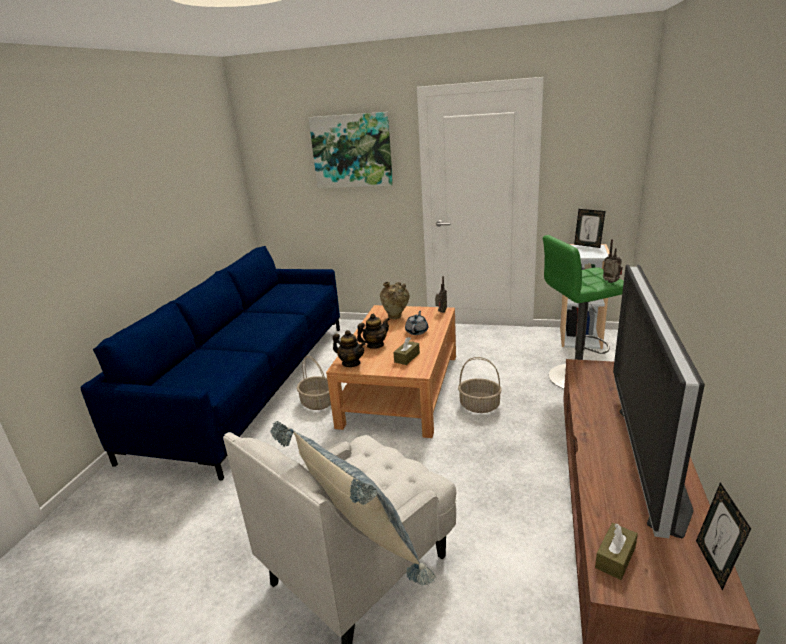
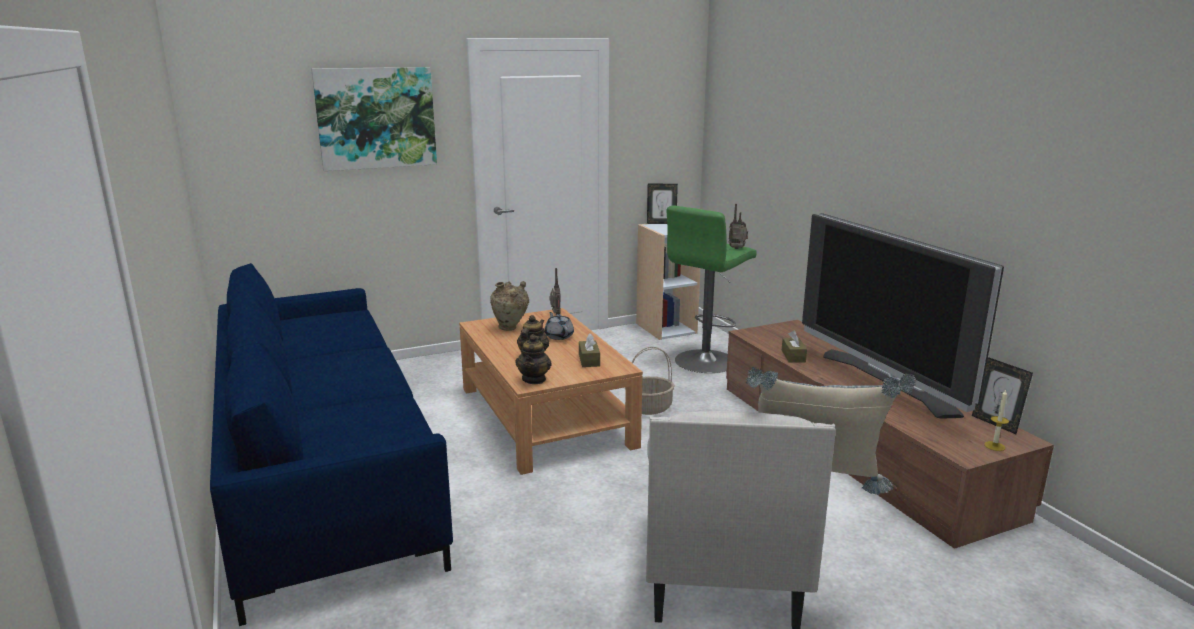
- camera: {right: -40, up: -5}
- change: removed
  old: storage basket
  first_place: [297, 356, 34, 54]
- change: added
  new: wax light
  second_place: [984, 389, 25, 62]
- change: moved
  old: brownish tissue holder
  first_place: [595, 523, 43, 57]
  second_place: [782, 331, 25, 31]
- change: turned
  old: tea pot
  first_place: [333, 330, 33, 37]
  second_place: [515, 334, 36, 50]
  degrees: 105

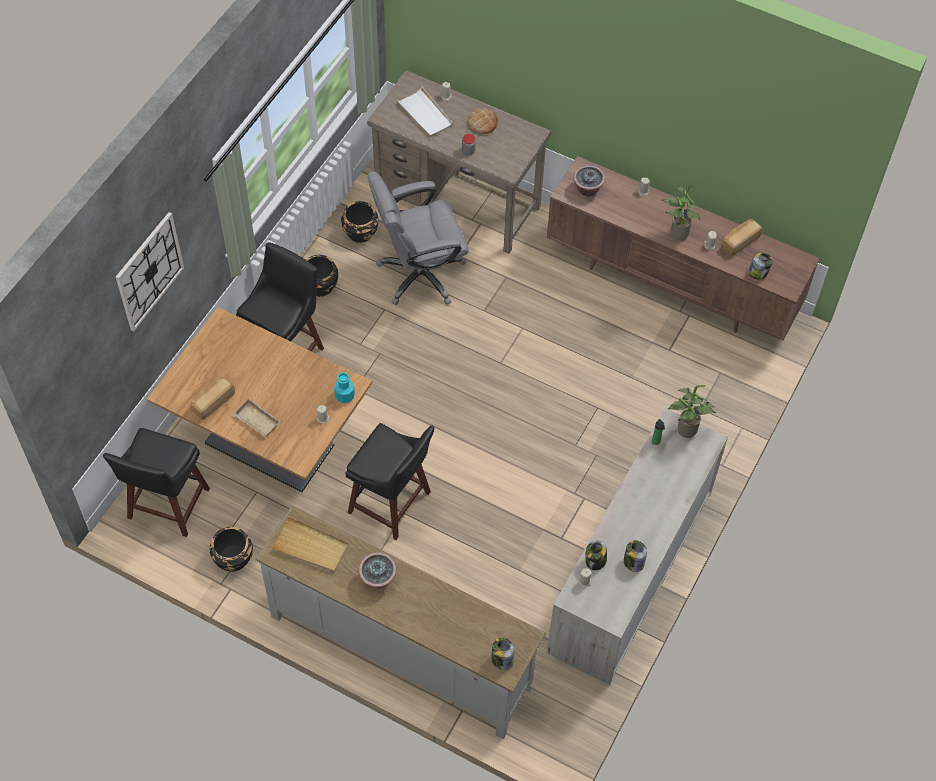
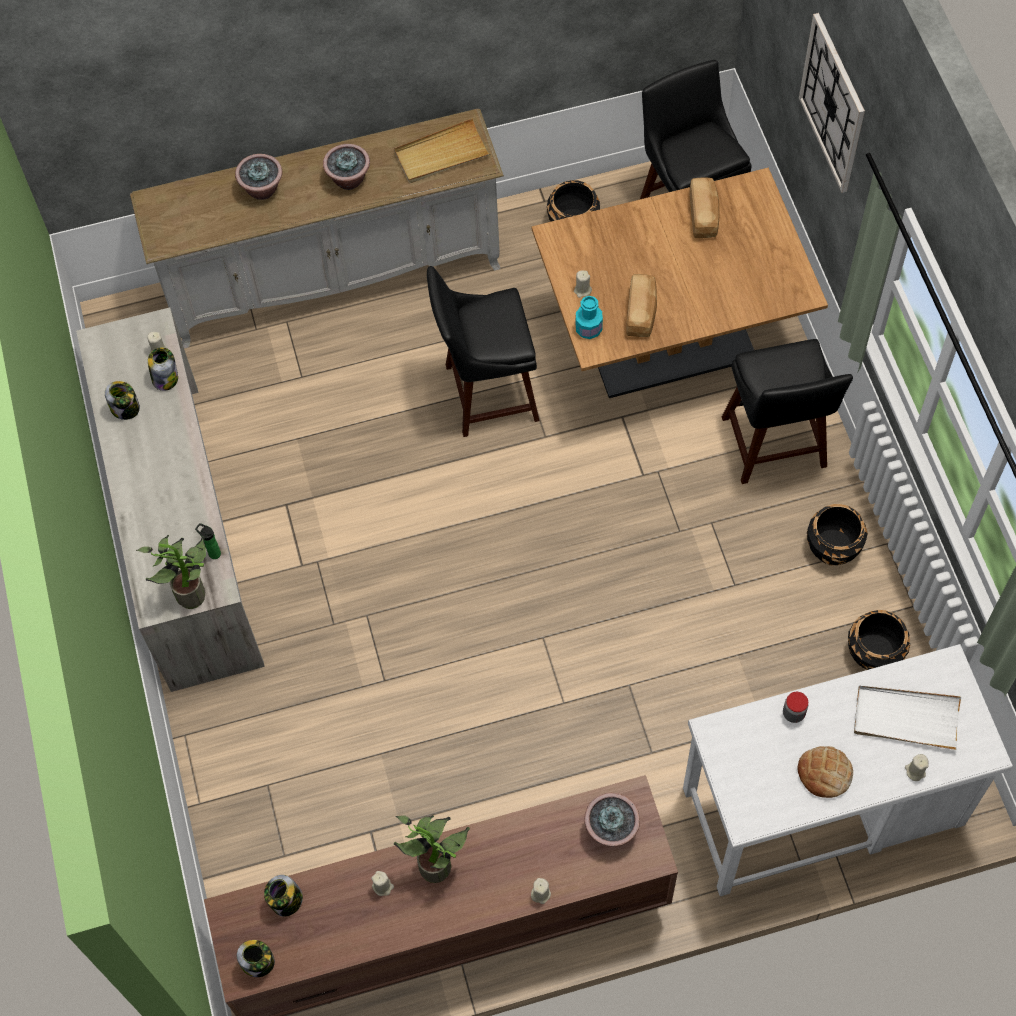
- camera: {right: 140, up: 5}
- change: removed
  old: beige serving tray
  first_place: [233, 399, 47, 38]
- change: removed
  old: grey computer chair
  first_place: [367, 172, 102, 133]
- change: added
  new: plant in a pot
  second_place: [235, 154, 47, 46]
- change: moved
  old: jar
  first_place: [491, 638, 23, 32]
  second_place: [237, 940, 38, 37]
- change: moved
  old: baked bread
  first_place: [721, 219, 42, 38]
  second_place: [626, 274, 31, 63]
- change: recoloured
  old: brownish desk unit
  new: whitish desk unit
  first_place: [367, 70, 184, 184]
  second_place: [683, 644, 330, 252]

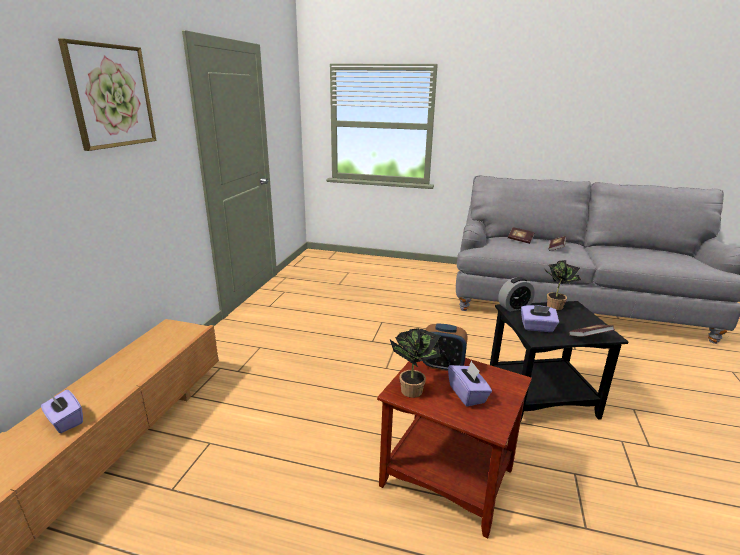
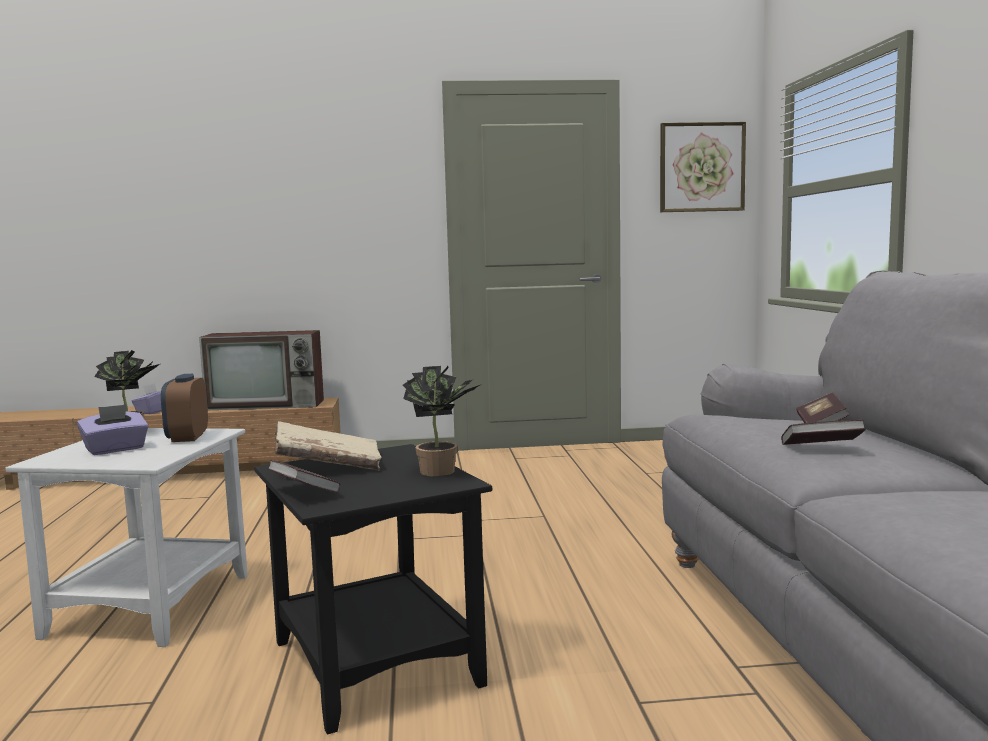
- camera: {right: 70, up: -15}
- change: removed
  old: bedside clock
  first_place: [498, 277, 37, 35]
- change: added
  new: television
  second_place: [199, 330, 125, 80]
- change: moved
  old: wall picture
  first_place: [58, 38, 99, 113]
  second_place: [660, 122, 86, 90]
- change: replaced
  old: purplish tissue holder
  new: beige volume
  first_place: [521, 305, 38, 27]
  second_place: [274, 421, 108, 50]
- change: recoloured
  old: brownish accent table
  new: whitish accent table
  first_place: [377, 358, 155, 180]
  second_place: [5, 428, 243, 219]

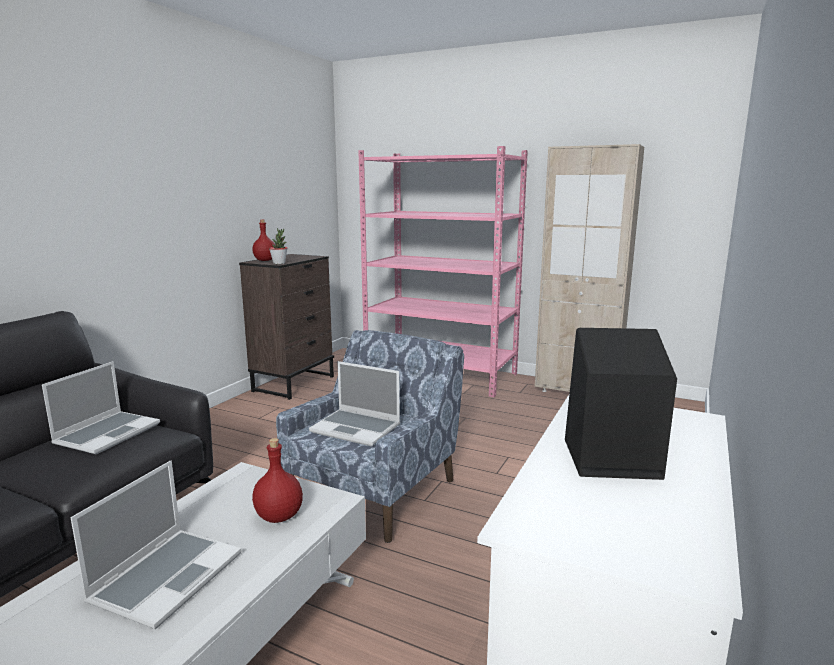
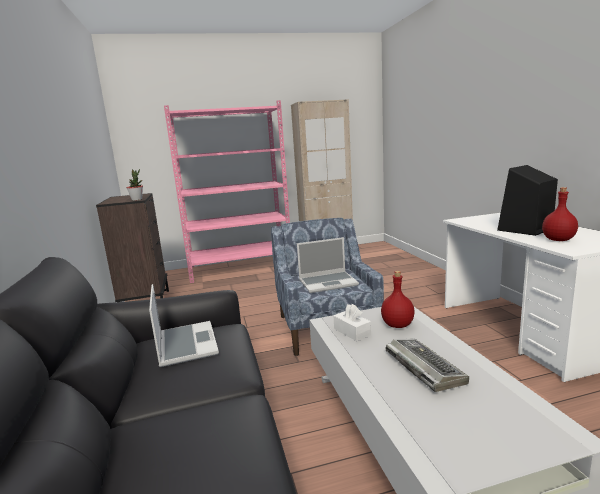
- camera: {right: -40, up: 0}
- change: added
  new: whitish tissue holder
  second_place: [334, 304, 37, 37]
- change: moved
  old: reddish drink bottle
  first_place: [252, 219, 23, 42]
  second_place: [542, 187, 36, 54]
- change: replaced
  old: notebook computer
  new: keyboard
  first_place: [70, 460, 172, 169]
  second_place: [386, 339, 83, 53]

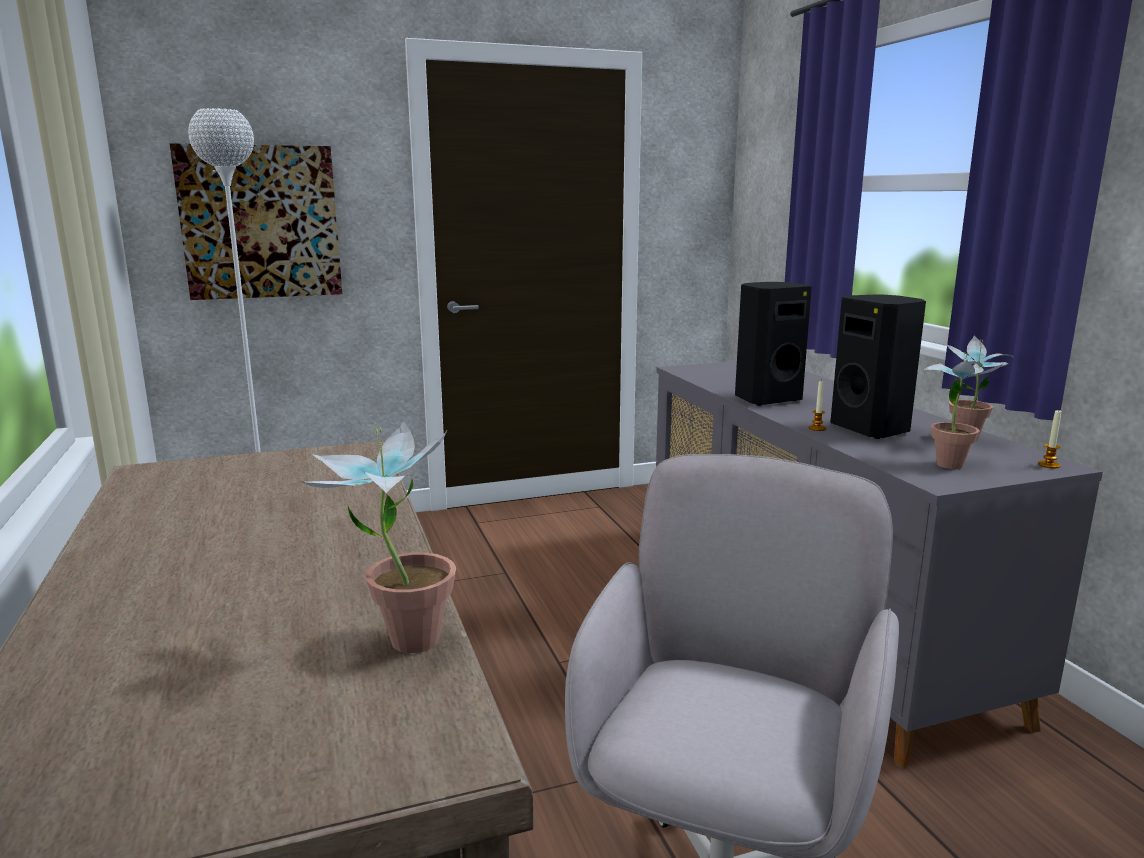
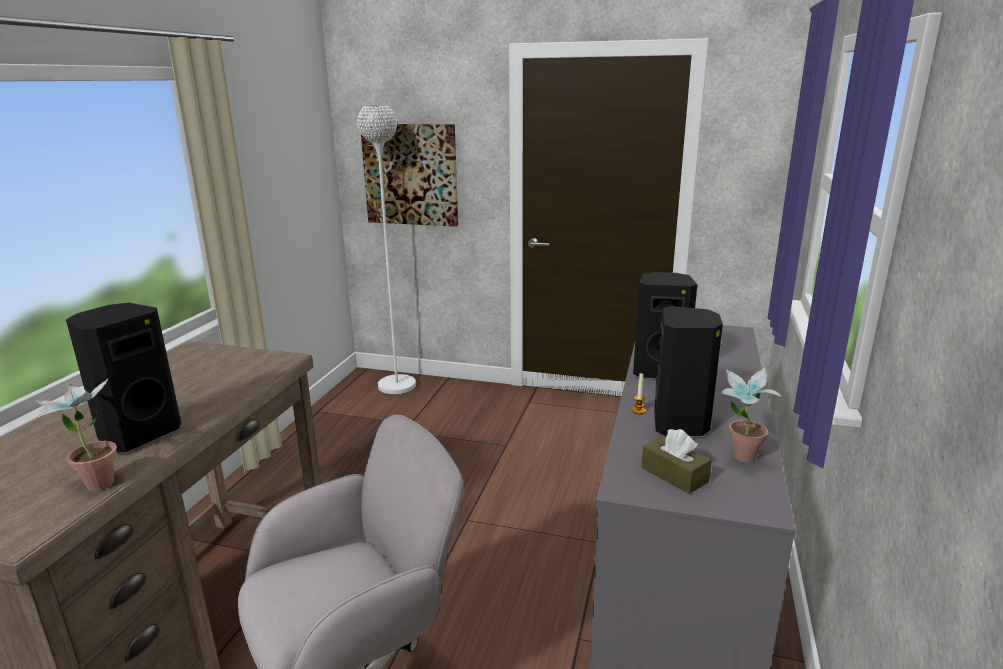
- camera: {right: 35, up: 5}
- change: removed
  old: wax light
  first_place: [1038, 409, 24, 59]
- change: added
  new: black-coloured audio speaker
  second_place: [66, 303, 115, 150]
- change: replaced
  old: plant in a pot
  new: brownish tissue holder
  first_place: [924, 352, 81, 117]
  second_place: [641, 429, 71, 65]

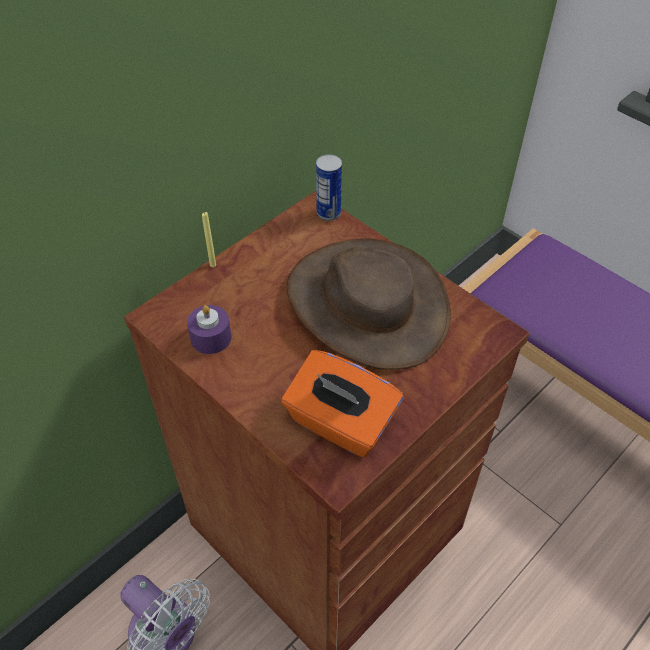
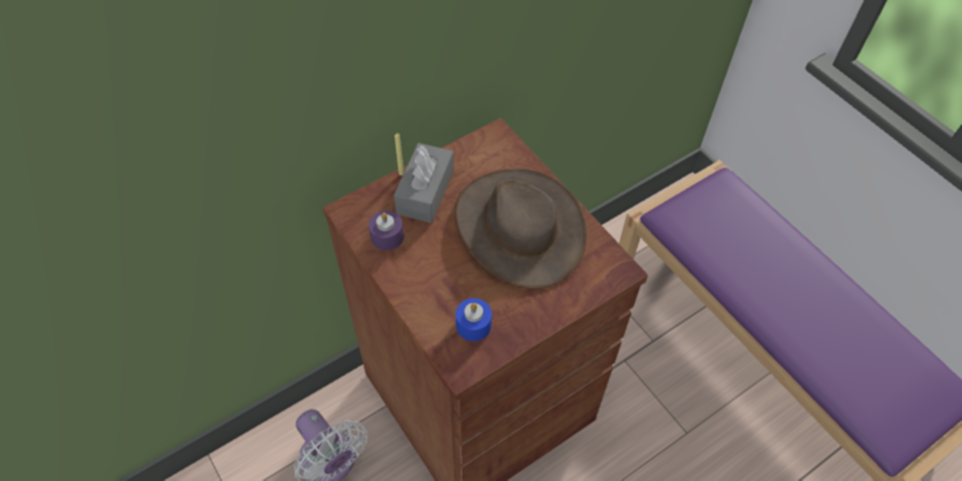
- camera: {right: 10, up: 5}
- change: removed
  old: metal can
  first_place: [316, 154, 26, 67]
- change: added
  new: grey tissue holder
  second_place: [394, 143, 60, 80]
- change: replaced
  old: orangey tissue holder
  new: bluish wax light
  first_place: [281, 350, 122, 108]
  second_place: [456, 298, 36, 43]

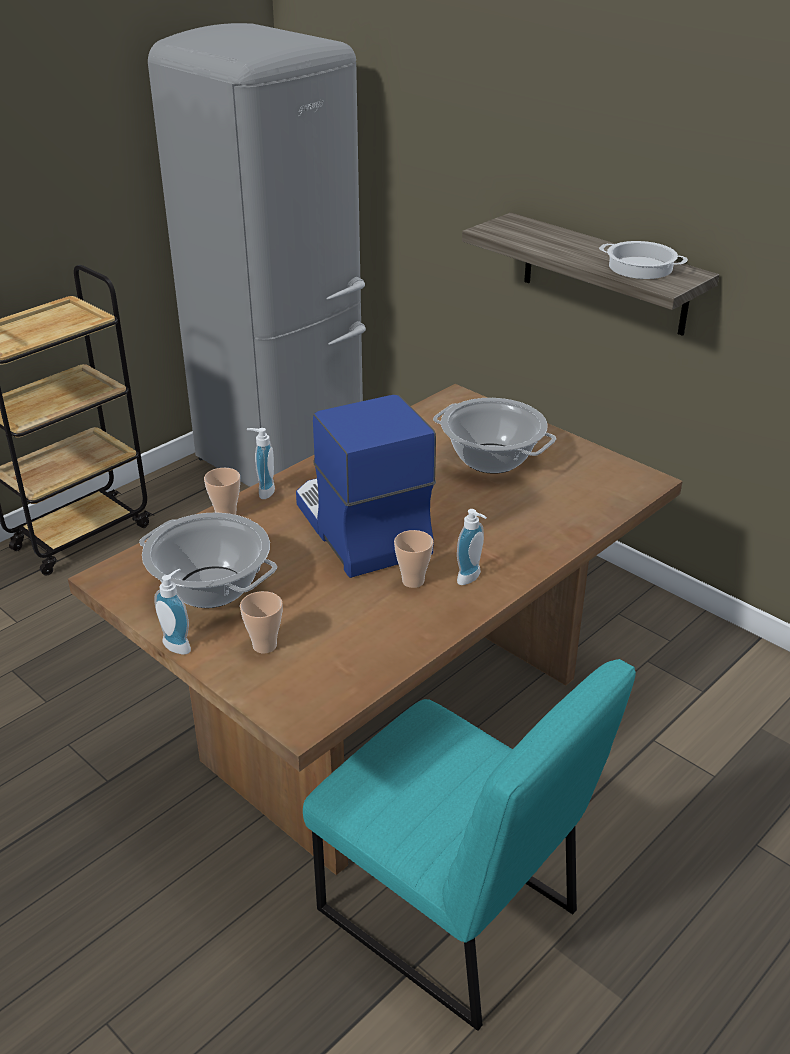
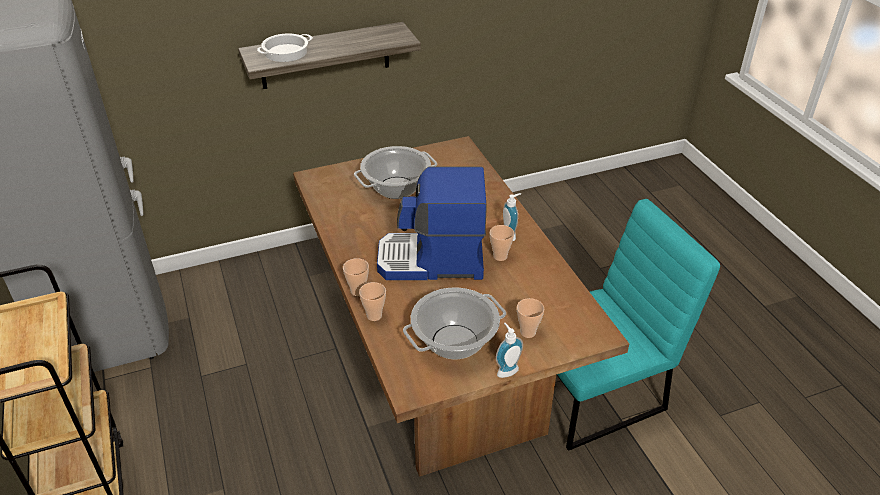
- camera: {right: -65, up: 5}
- change: moved
  old: stockpot
  first_place: [599, 241, 89, 38]
  second_place: [257, 33, 56, 29]
- change: replaced
  old: liquid soap bottle
  new: drinking cup
  first_place: [247, 428, 28, 71]
  second_place: [343, 258, 26, 38]

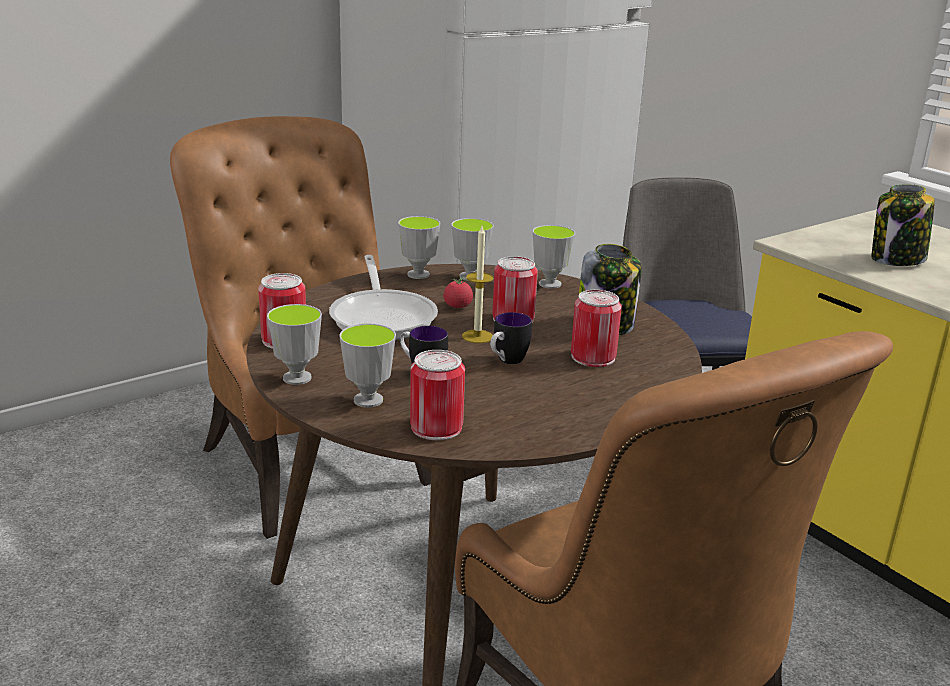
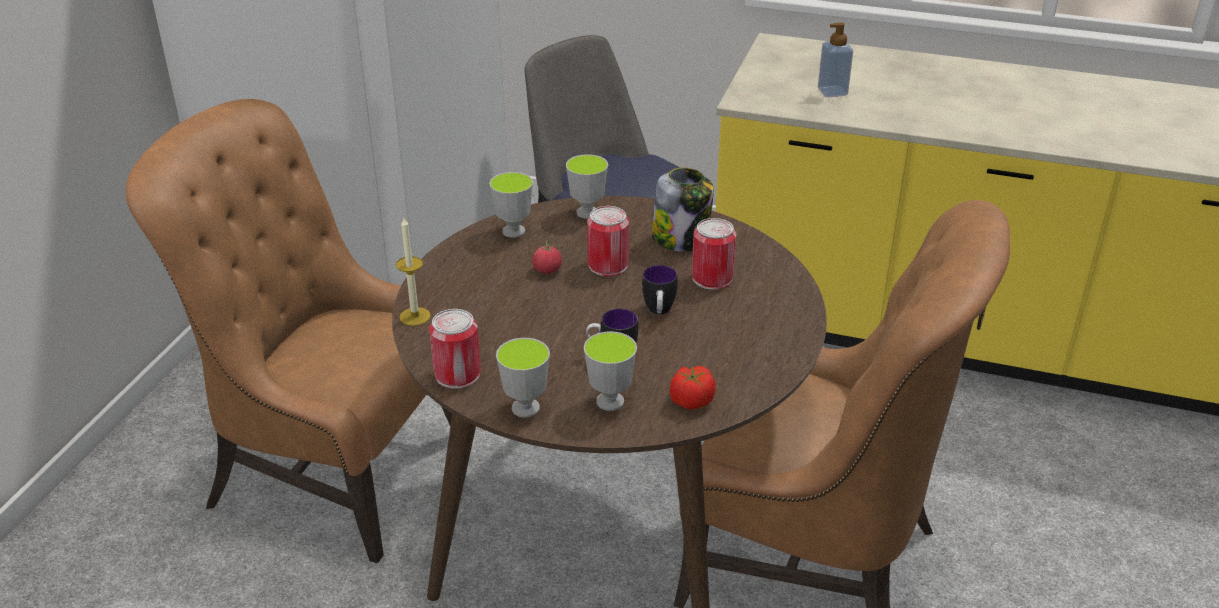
- camera: {right: -35, up: 10}
- change: removed
  old: frying pan
  first_place: [329, 255, 109, 85]
- change: removed
  old: drinking cup
  first_place: [398, 216, 42, 63]
- change: moved
  old: wax light
  first_place: [462, 226, 31, 117]
  second_place: [396, 218, 35, 108]
- change: replaced
  old: metal can
  new: whole tomato
  first_place: [410, 350, 55, 90]
  second_place: [670, 366, 46, 43]
- change: replaced
  old: jar
  new: liquid soap bottle
  first_place: [871, 184, 64, 82]
  second_place: [818, 22, 35, 75]

